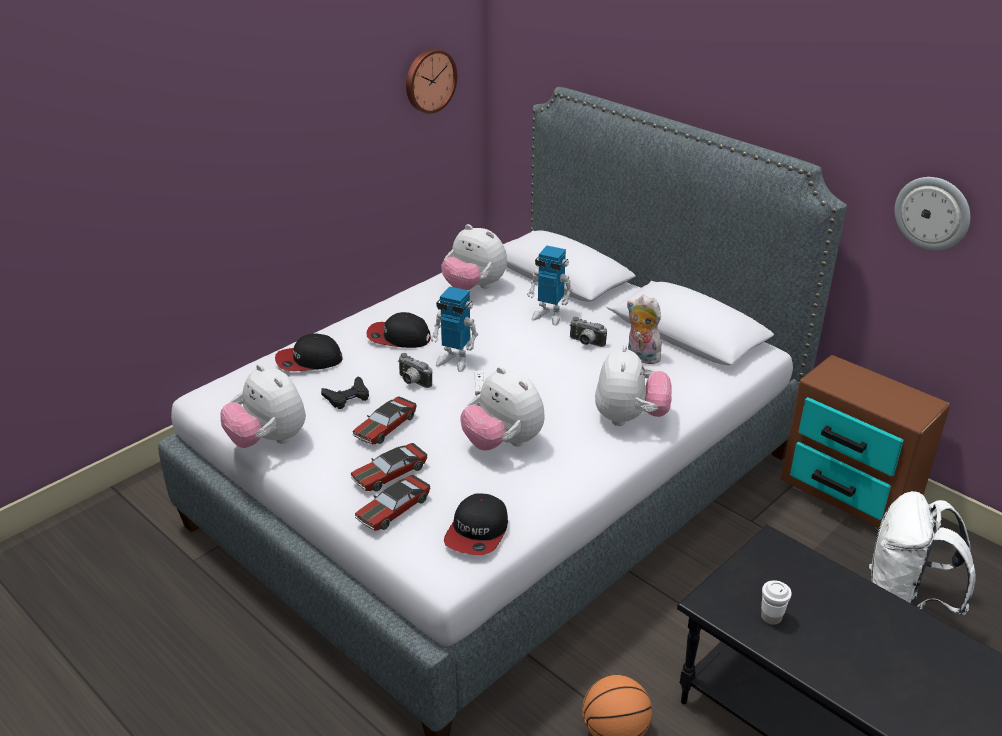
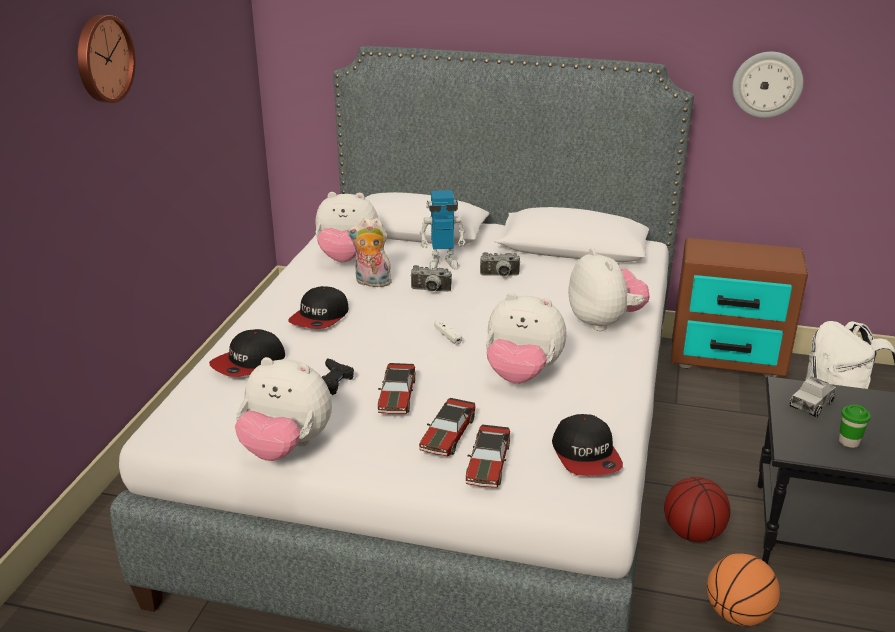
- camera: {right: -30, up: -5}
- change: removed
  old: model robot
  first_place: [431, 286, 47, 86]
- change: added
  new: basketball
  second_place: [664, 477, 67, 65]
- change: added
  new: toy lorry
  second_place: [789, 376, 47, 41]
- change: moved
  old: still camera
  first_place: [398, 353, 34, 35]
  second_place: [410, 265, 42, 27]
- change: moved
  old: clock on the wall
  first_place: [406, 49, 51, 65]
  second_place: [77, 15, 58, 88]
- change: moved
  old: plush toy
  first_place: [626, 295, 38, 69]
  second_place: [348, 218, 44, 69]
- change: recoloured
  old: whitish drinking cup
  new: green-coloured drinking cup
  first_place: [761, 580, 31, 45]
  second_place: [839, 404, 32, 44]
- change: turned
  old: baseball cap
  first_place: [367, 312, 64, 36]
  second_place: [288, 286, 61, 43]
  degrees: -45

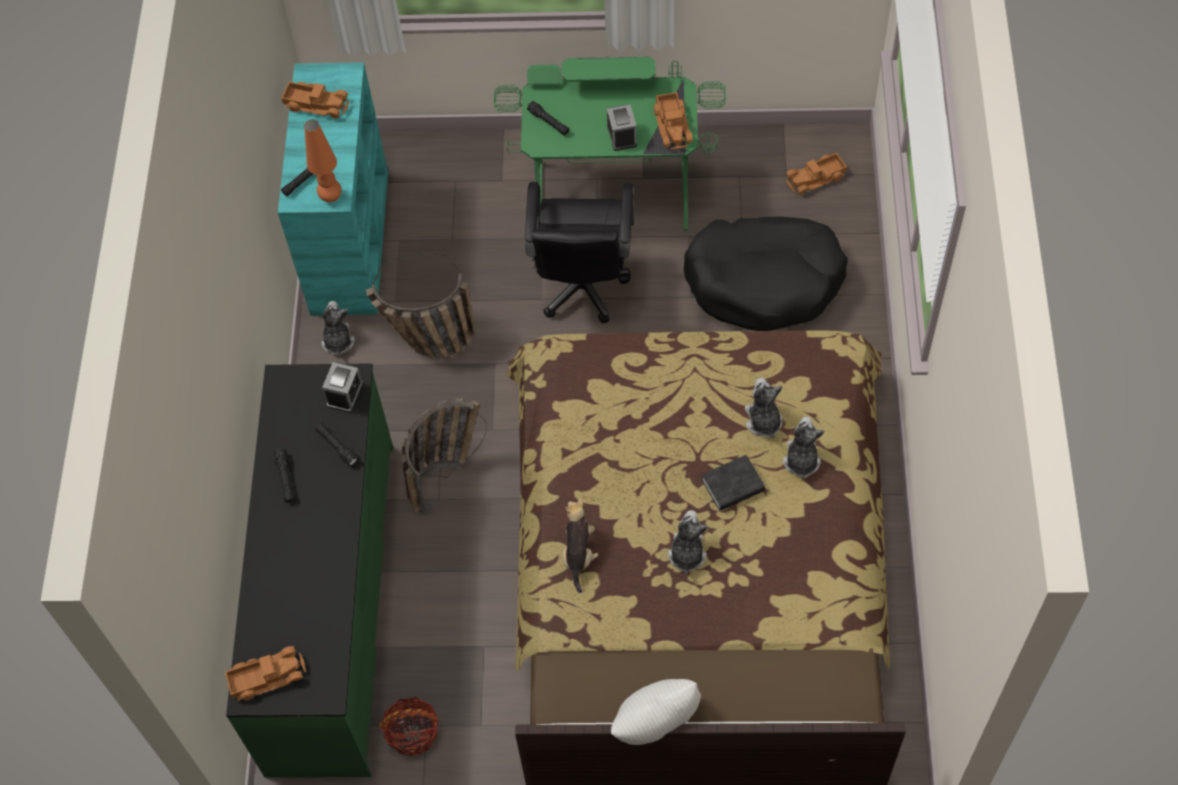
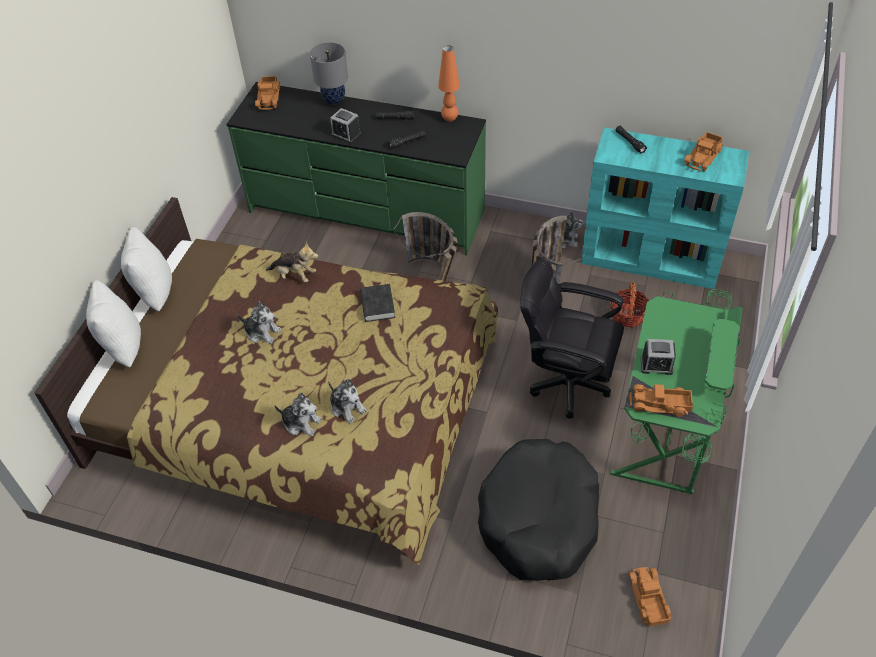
- camera: {right: 105, up: -10}
- change: removed
  old: black-coloured torch
  first_place: [527, 101, 42, 35]
- change: added
  new: whitish pillow
  second_place: [86, 280, 55, 87]
- change: added
  new: grey lamp for a table
  second_place: [310, 42, 38, 65]
- change: moved
  old: orangey lamp for a table
  first_place: [304, 120, 38, 82]
  second_place: [438, 45, 22, 77]
- change: moved
  old: bedside clock
  first_place: [322, 362, 41, 51]
  second_place: [330, 108, 31, 35]
- change: moved
  old: storage basket
  first_place: [379, 697, 60, 59]
  second_place: [610, 282, 39, 46]
- change: moved
  old: black-coloured volume
  first_place: [702, 455, 63, 56]
  second_place: [360, 284, 35, 38]
- change: turned
  old: plush toy
  first_place: [745, 377, 38, 62]
  second_place: [328, 379, 39, 45]
  degrees: 45

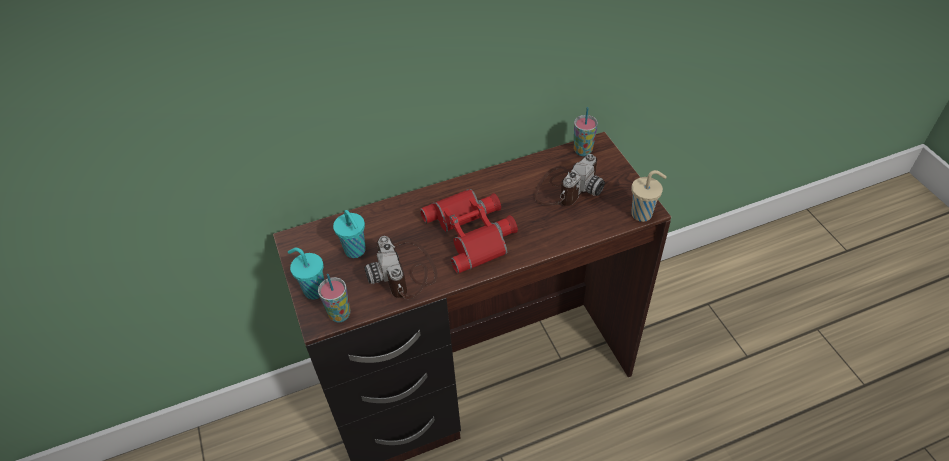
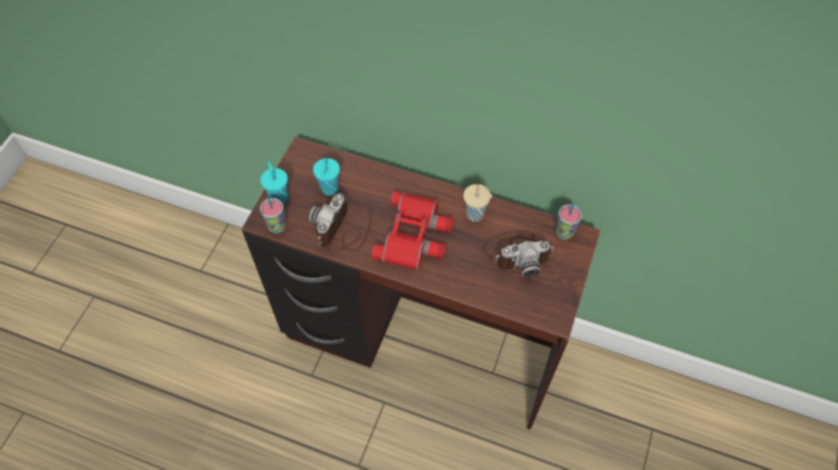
- camera: {right: 40, up: 10}
- change: moved
  old: beige drinking cup
  first_place: [631, 170, 36, 52]
  second_place: [463, 184, 30, 38]

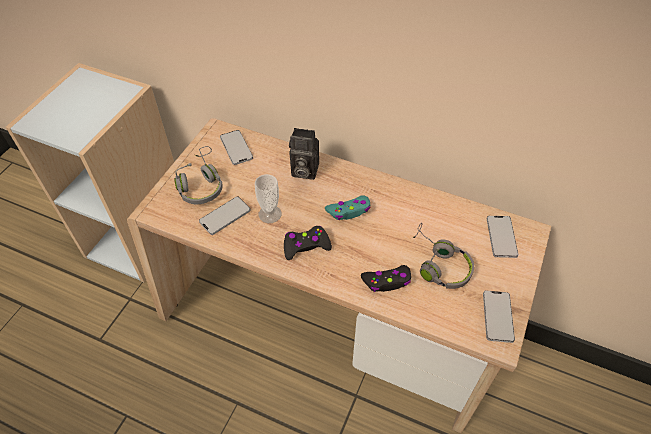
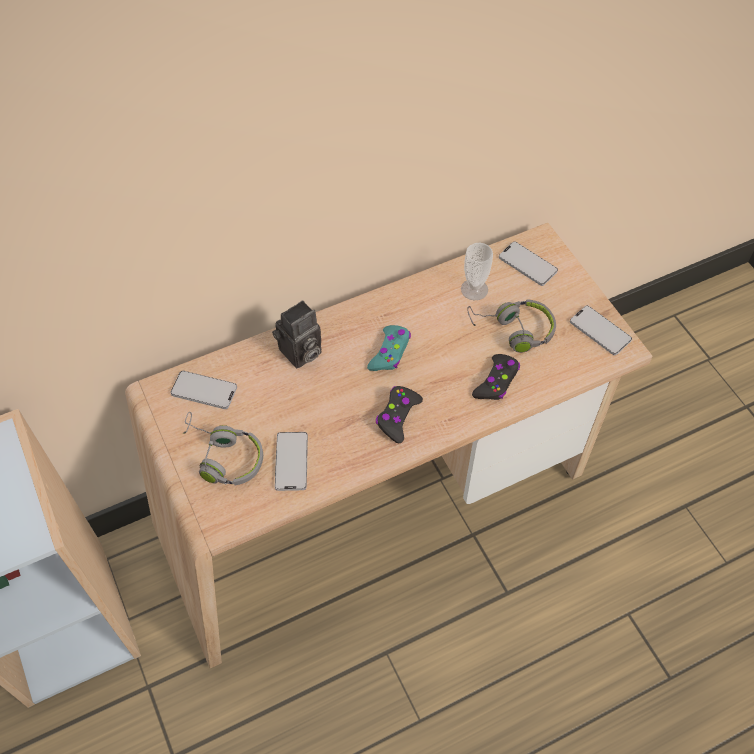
- camera: {right: -50, up: 5}
- change: moved
  old: drinking cup
  first_place: [255, 174, 26, 49]
  second_place: [461, 243, 32, 58]

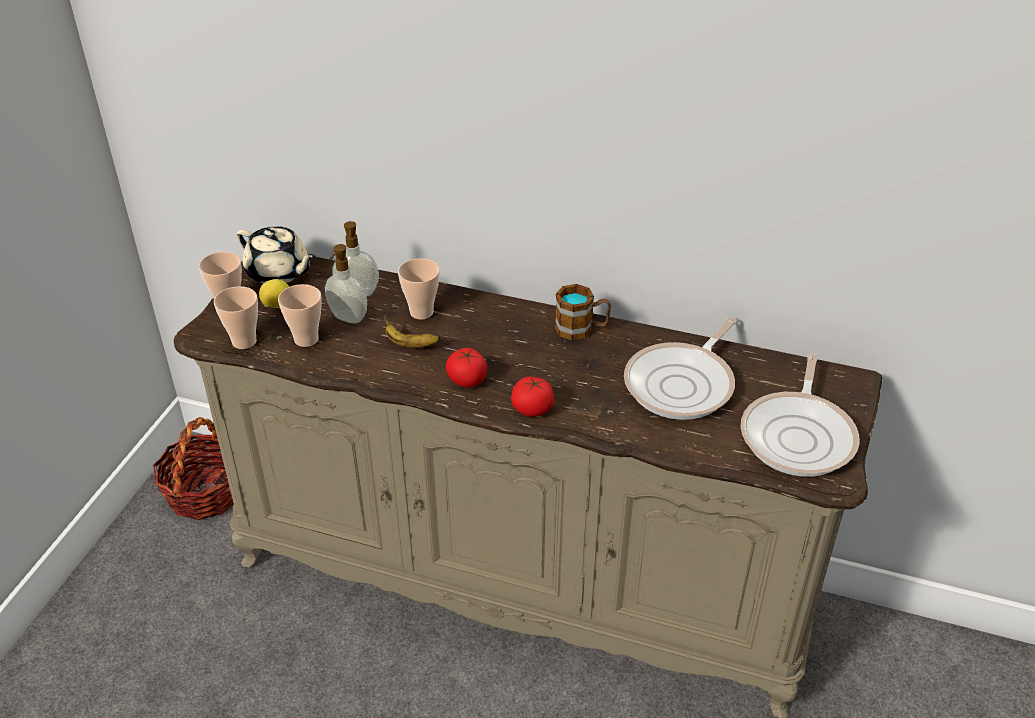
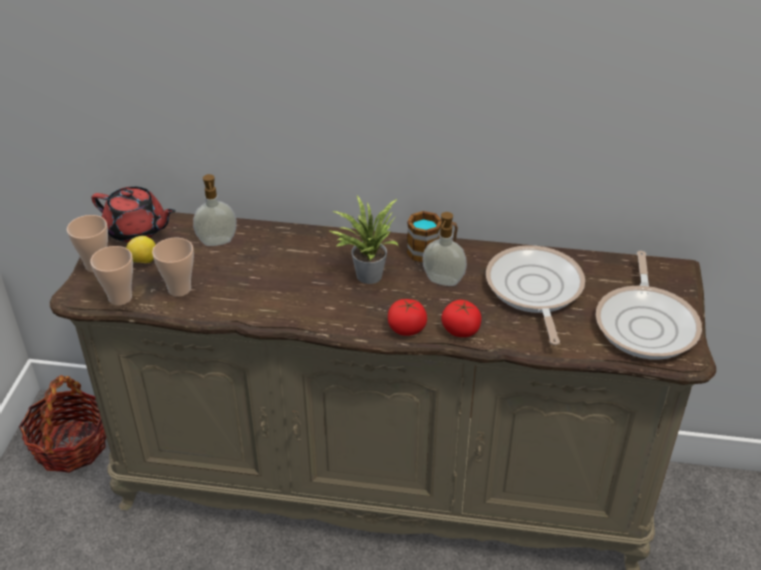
- camera: {right: -10, up: 0}
- change: removed
  old: banana fruit
  first_place: [384, 315, 56, 33]
- change: removed
  old: drinking cup
  first_place: [398, 258, 42, 62]
- change: added
  new: plant in a pot
  second_place: [330, 196, 69, 88]
- change: moved
  old: liquid soap bottle
  first_place: [325, 244, 42, 79]
  second_place: [422, 212, 45, 74]
- change: moved
  old: whole tomato
  first_place: [446, 348, 41, 39]
  second_place: [441, 300, 41, 37]
- change: recoloured
  old: beige tea pot
  new: reddish tea pot
  first_place: [236, 226, 80, 58]
  second_place: [91, 186, 85, 56]
- change: turned
  old: frying pan
  first_place: [624, 317, 113, 103]
  second_place: [486, 245, 99, 100]
  degrees: 150

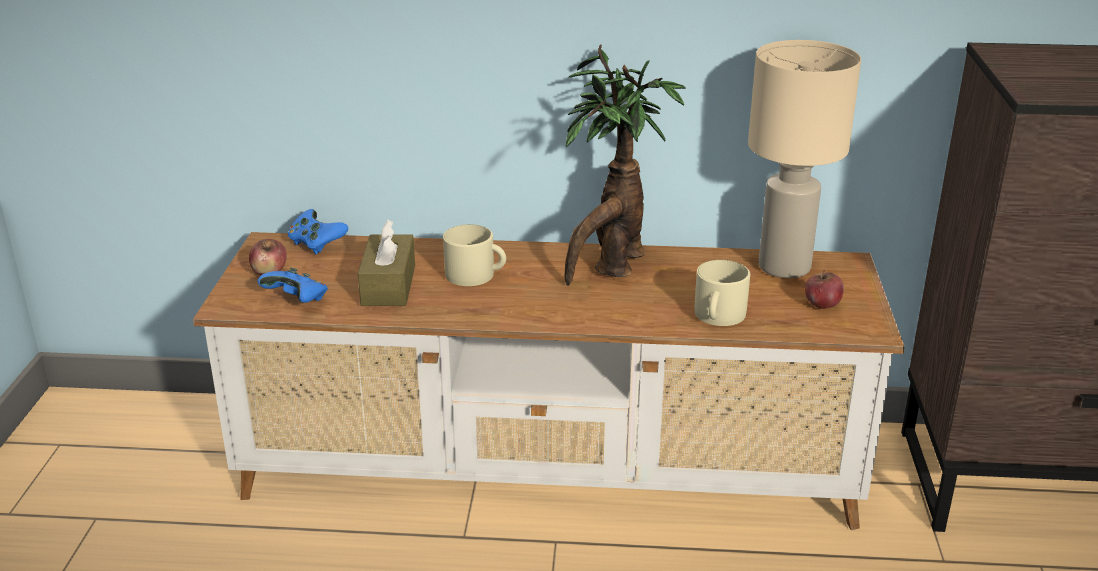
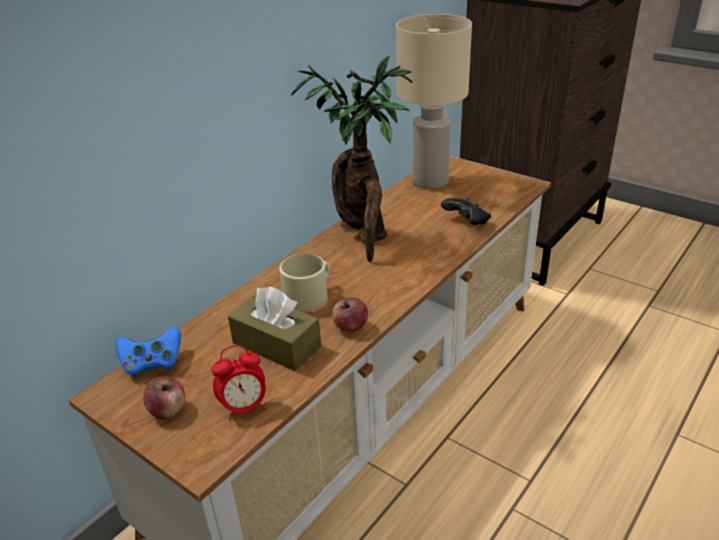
- camera: {right: -55, up: 5}
- change: moved
  old: apple
  first_place: [805, 270, 39, 39]
  second_place: [332, 297, 36, 35]
- change: replaced
  old: bluish joypad
  new: bedside clock
  first_place: [258, 268, 70, 35]
  second_place: [211, 345, 55, 76]
- change: replaced
  old: beige coffee mug
  new: black-coloured joypad
  first_place: [695, 260, 55, 66]
  second_place: [441, 197, 50, 28]

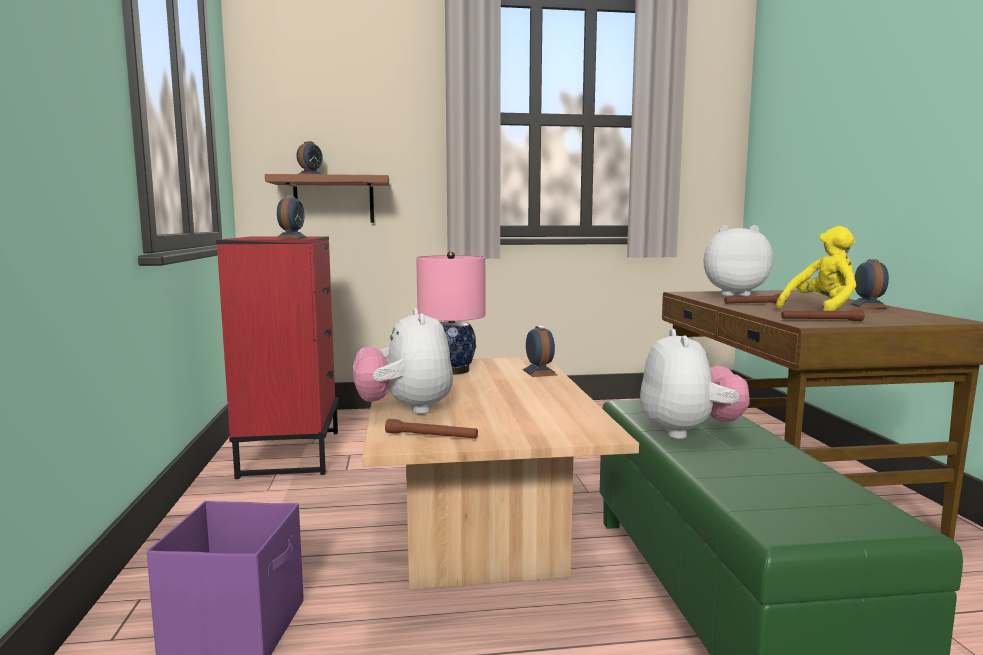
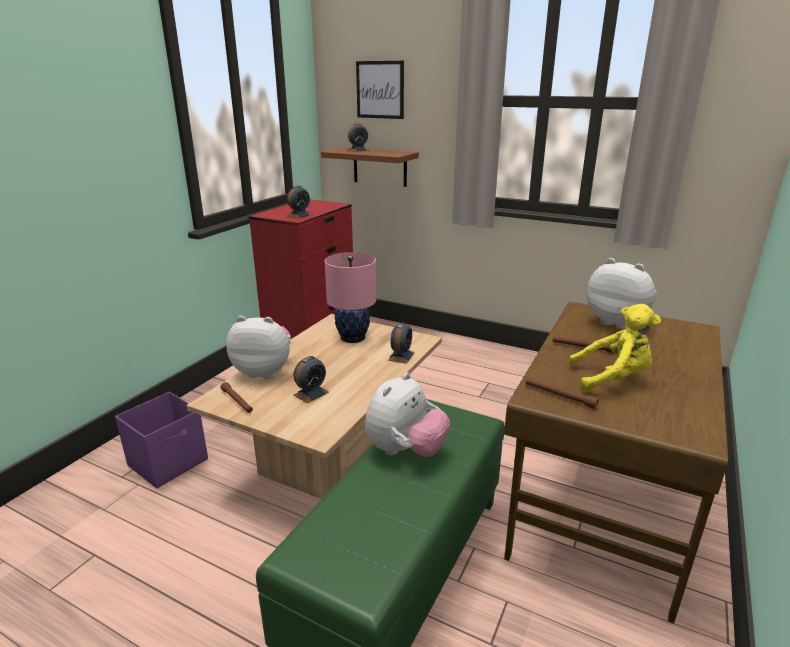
- camera: {right: 35, up: 15}
- change: added
  new: wall picture
  second_place: [356, 61, 48, 58]
- change: moved
  old: bedside clock
  first_place: [848, 259, 41, 49]
  second_place: [293, 356, 36, 47]
- change: turned
  old: plush toy
  first_place: [353, 308, 100, 106]
  second_place: [226, 316, 65, 63]
  degrees: 75

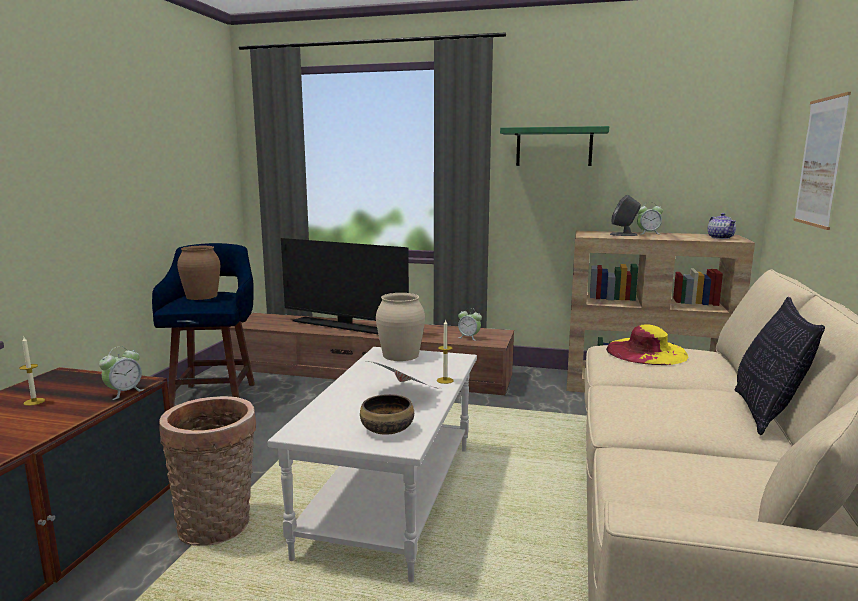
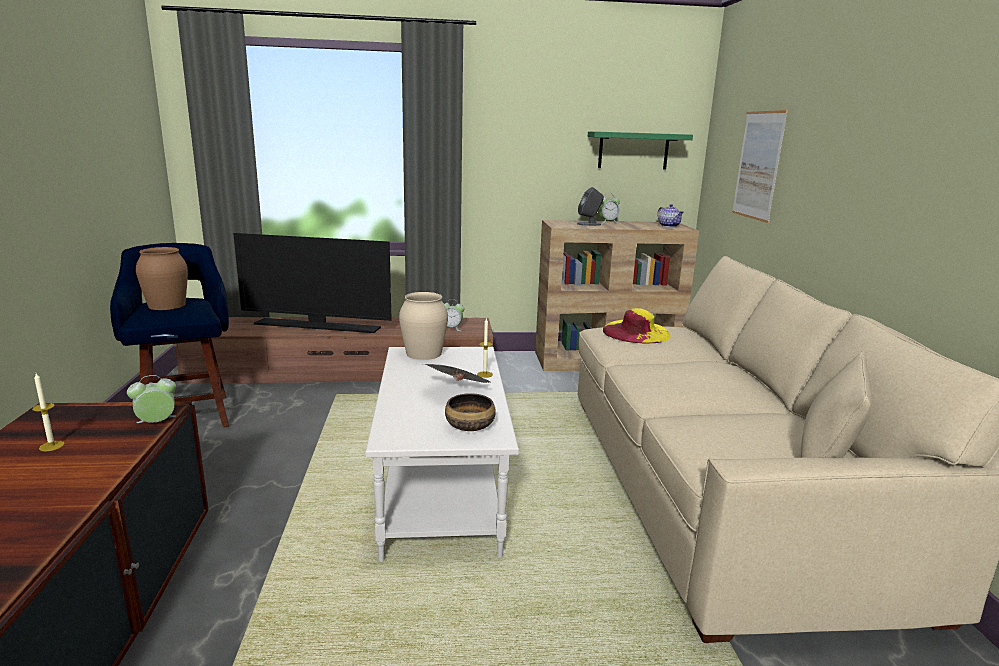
- camera: {right: -20, up: 5}
- change: removed
  old: storage basket
  first_place: [159, 396, 97, 150]
- change: removed
  old: pillow
  first_place: [735, 297, 90, 138]
- change: moved
  old: green-coloured shelf
  first_place: [500, 126, 109, 40]
  second_place: [588, 131, 105, 38]
- change: turned
  old: bedside clock
  first_place: [99, 346, 45, 54]
  second_place: [127, 375, 49, 48]
  degrees: -135

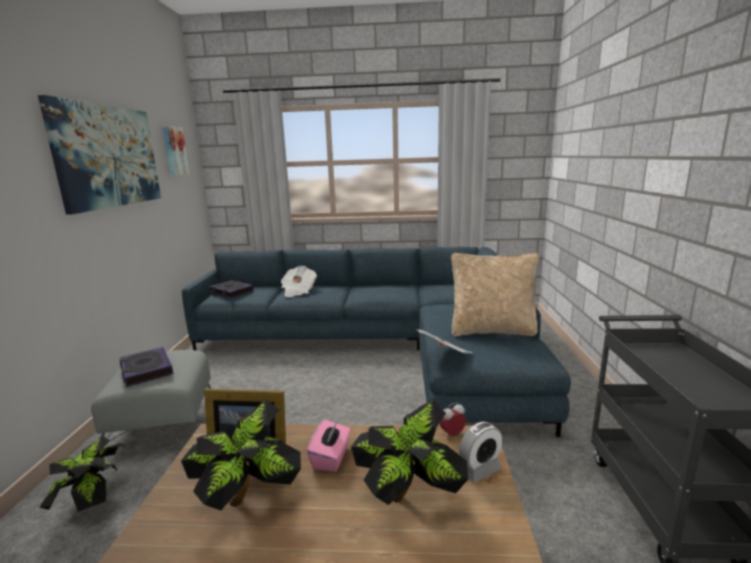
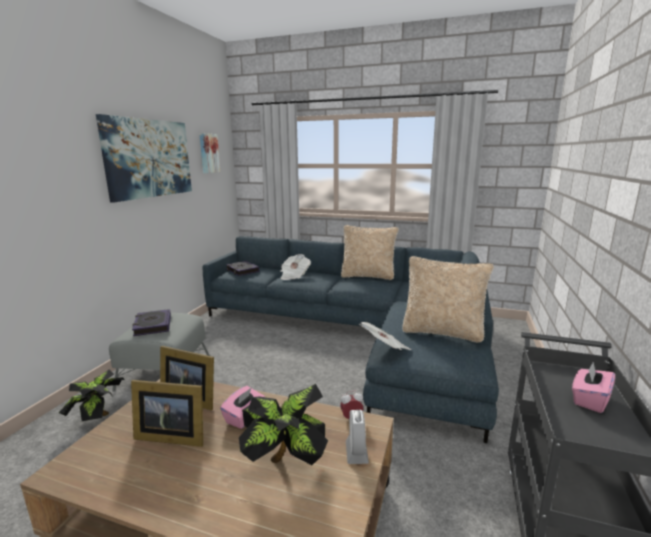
- camera: {right: 15, up: 0}
- change: added
  new: beige pillow
  second_place: [341, 225, 58, 55]
- change: added
  new: pinkish tissue holder
  second_place: [572, 361, 43, 52]
- change: replaced
  old: plant in a pot
  new: standing frame
  first_place: [181, 399, 120, 111]
  second_place: [131, 380, 72, 67]
- change: turned
  old: bedside clock
  first_place: [459, 422, 43, 61]
  second_place: [346, 410, 23, 54]
  degrees: -75

